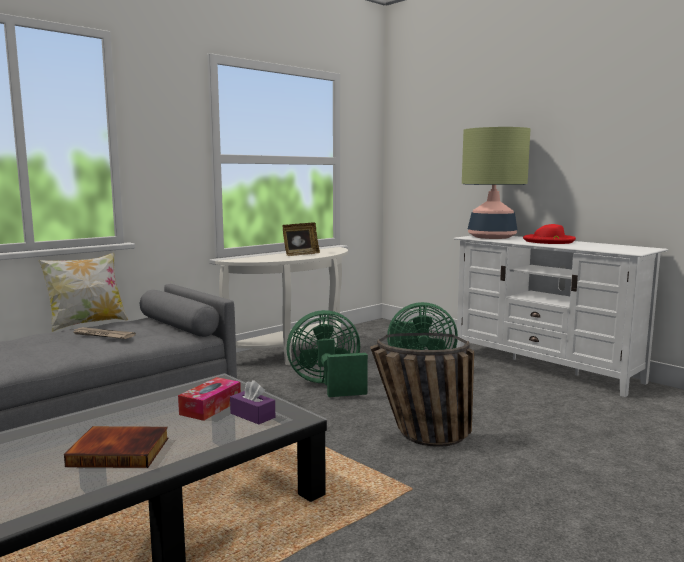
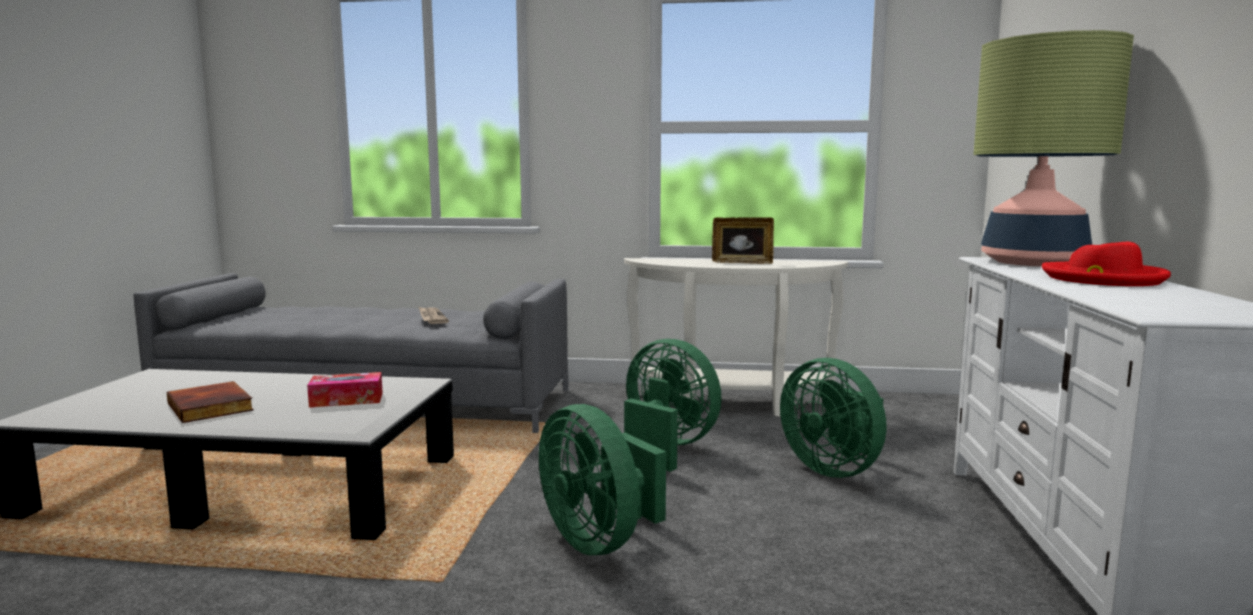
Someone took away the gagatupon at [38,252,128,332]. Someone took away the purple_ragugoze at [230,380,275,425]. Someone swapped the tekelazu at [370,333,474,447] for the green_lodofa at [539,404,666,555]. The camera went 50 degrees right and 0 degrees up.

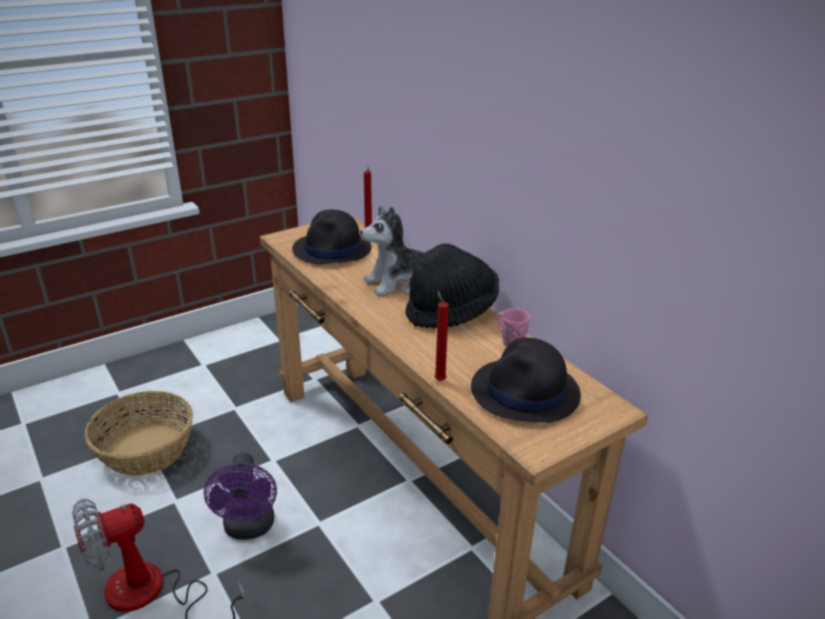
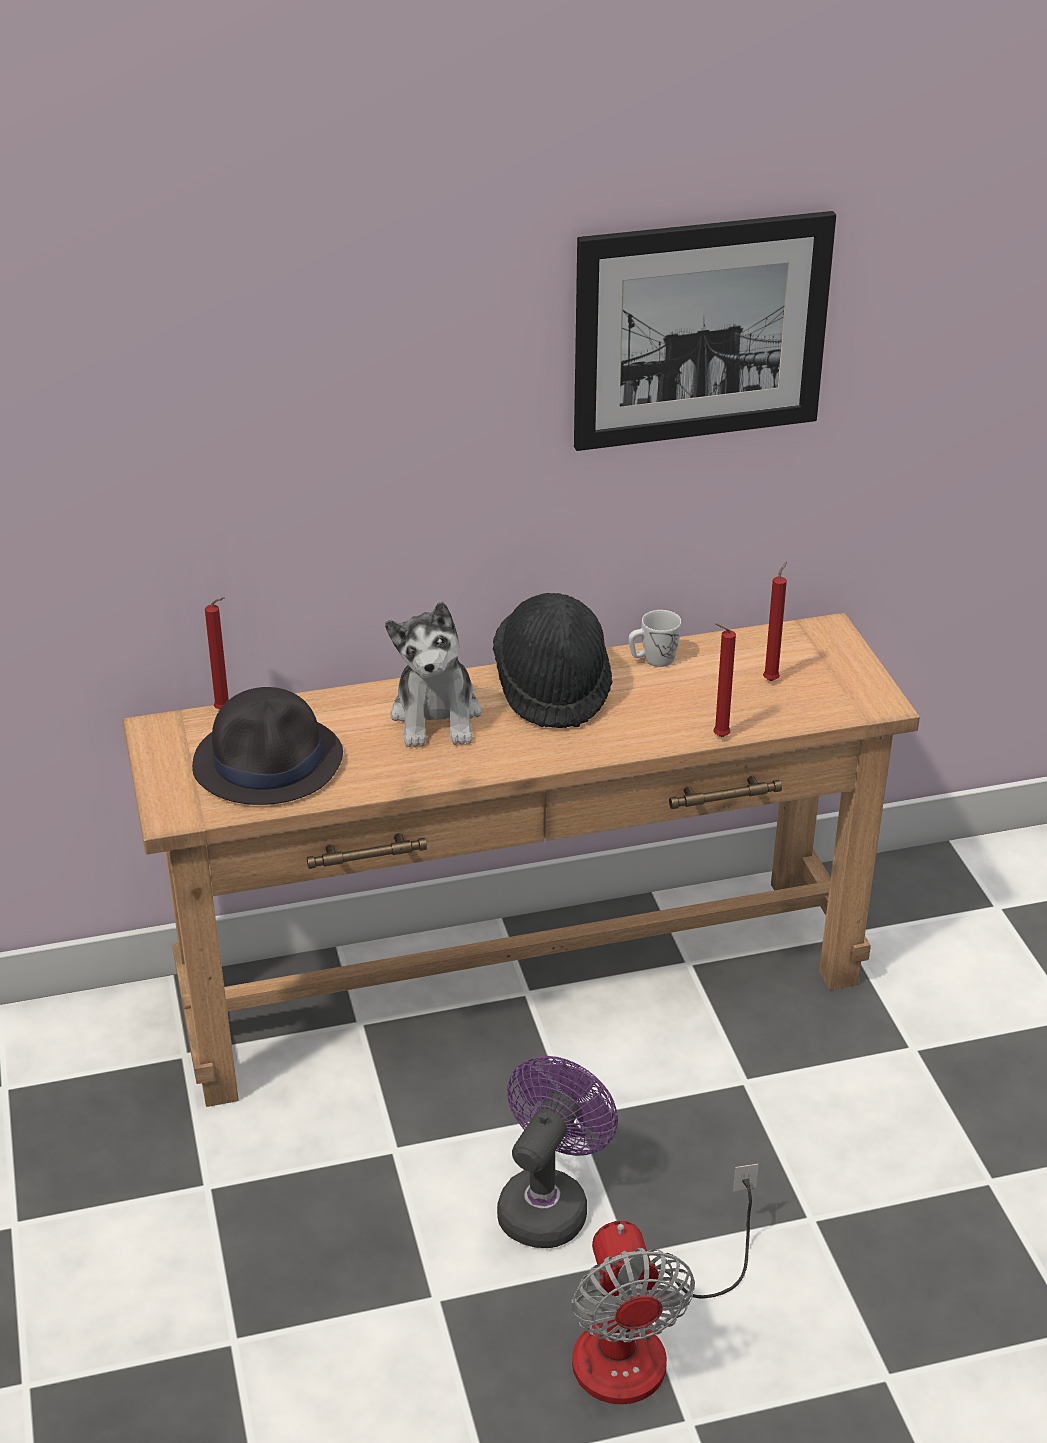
Someone took away the tekelazu at [85,391,193,476]. Someone put up the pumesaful at [574,211,836,451]. Someone swapped the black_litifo at [471,337,581,423] for the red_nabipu at [763,562,787,681]. Someone repainted the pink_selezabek at [498,308,530,347], which became the white_selezabek at [628,610,681,667]. Someone rotated the purple_lodofa at [204,453,277,540] by 75 degrees counterclockwise. The camera went 70 degrees left and 5 degrees up.

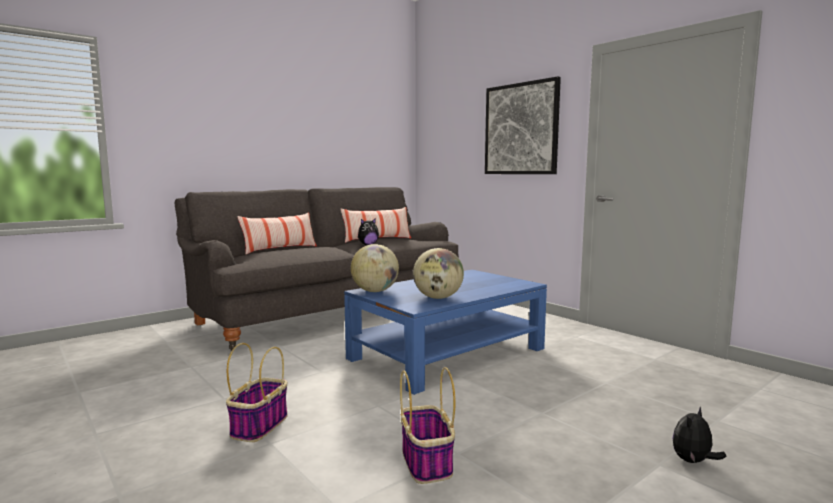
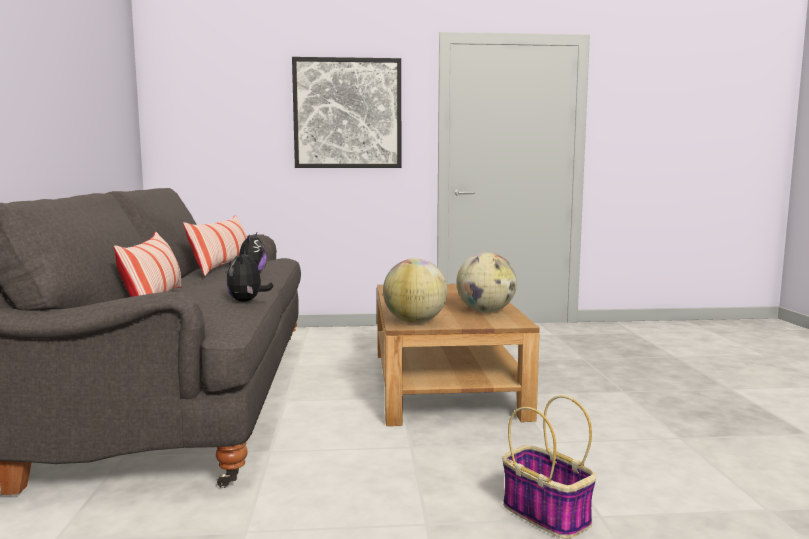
Someone took away the tekelazu at [400,367,455,484]. Someone carried the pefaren from [673,407,727,463] to [226,250,273,302]. Someone repainted the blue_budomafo at [344,270,547,395], which became the brown_budomafo at [377,284,540,426]. The camera went 55 degrees left and 0 degrees up.

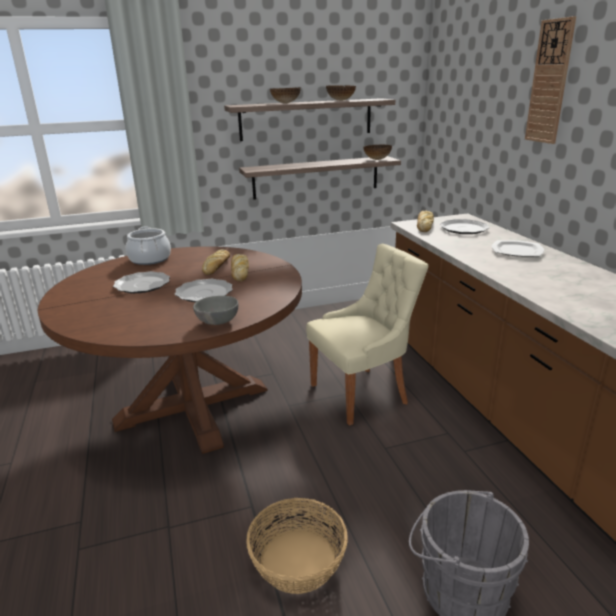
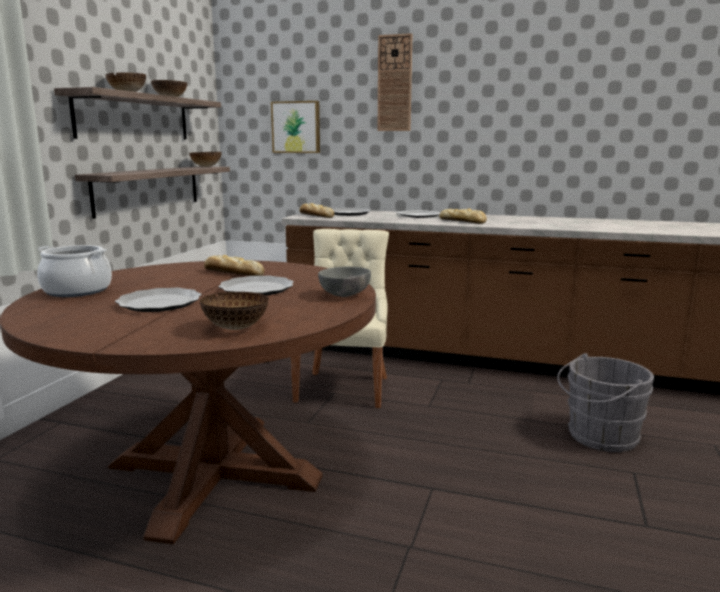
Someone took away the tekelazu at [246,498,348,594]. Someone put down the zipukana at [200,292,269,330]. Someone put up the pumesaful at [271,101,320,153]. Someone carried the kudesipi from [202,249,230,275] to [439,209,487,224]. The camera went 55 degrees left and 10 degrees down.

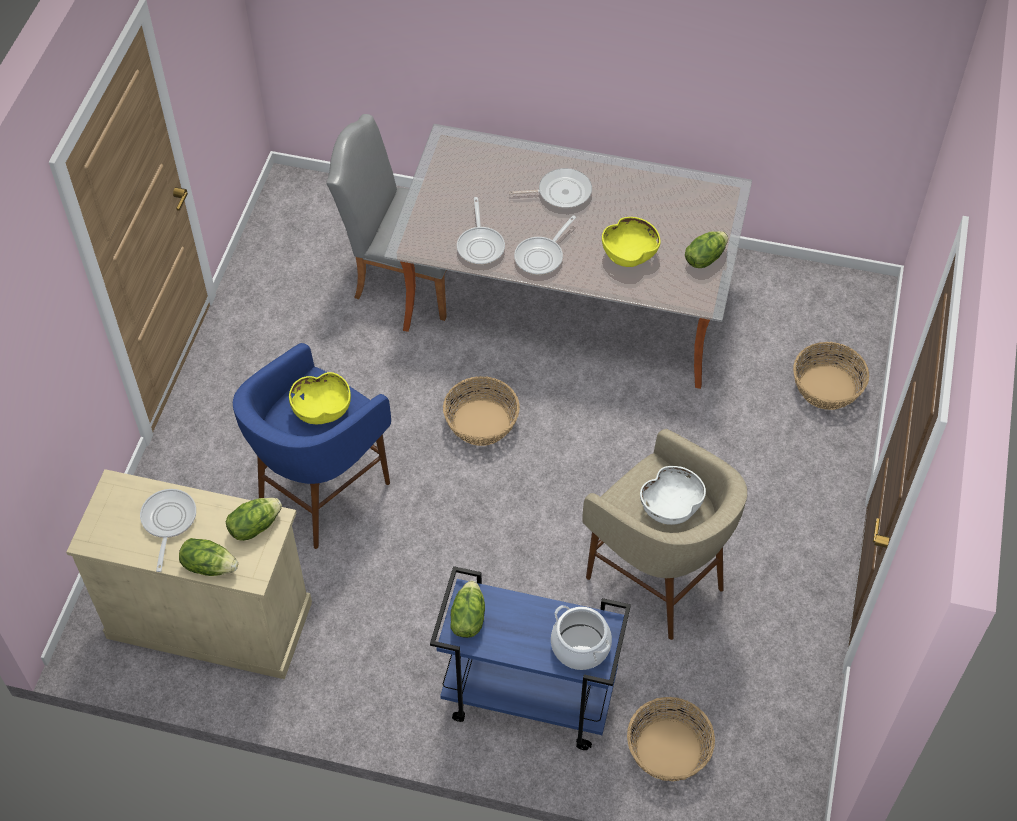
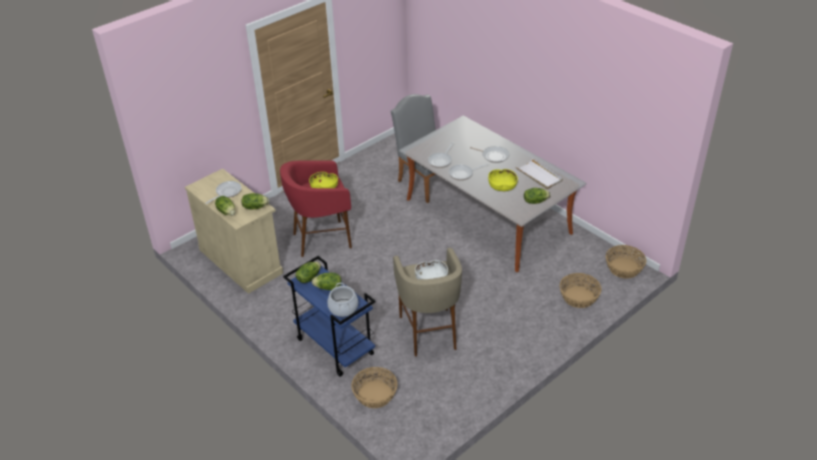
Someone put down the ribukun at [312,272,342,290]. Someone put down the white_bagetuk at [515,158,563,189]. Someone carried the tekelazu from [443,376,520,446] to [606,245,646,279]. Someone repainted the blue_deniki at [233,343,391,549], which became the red_deniki at [280,160,352,257]. The camera went 35 degrees right and 15 degrees down.

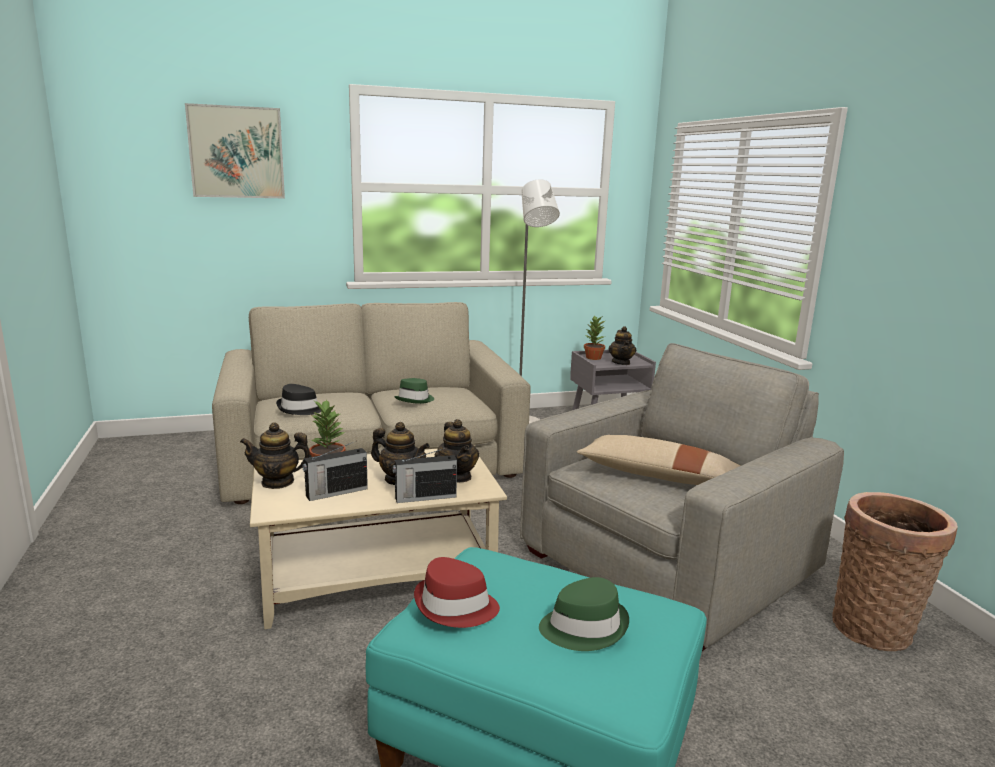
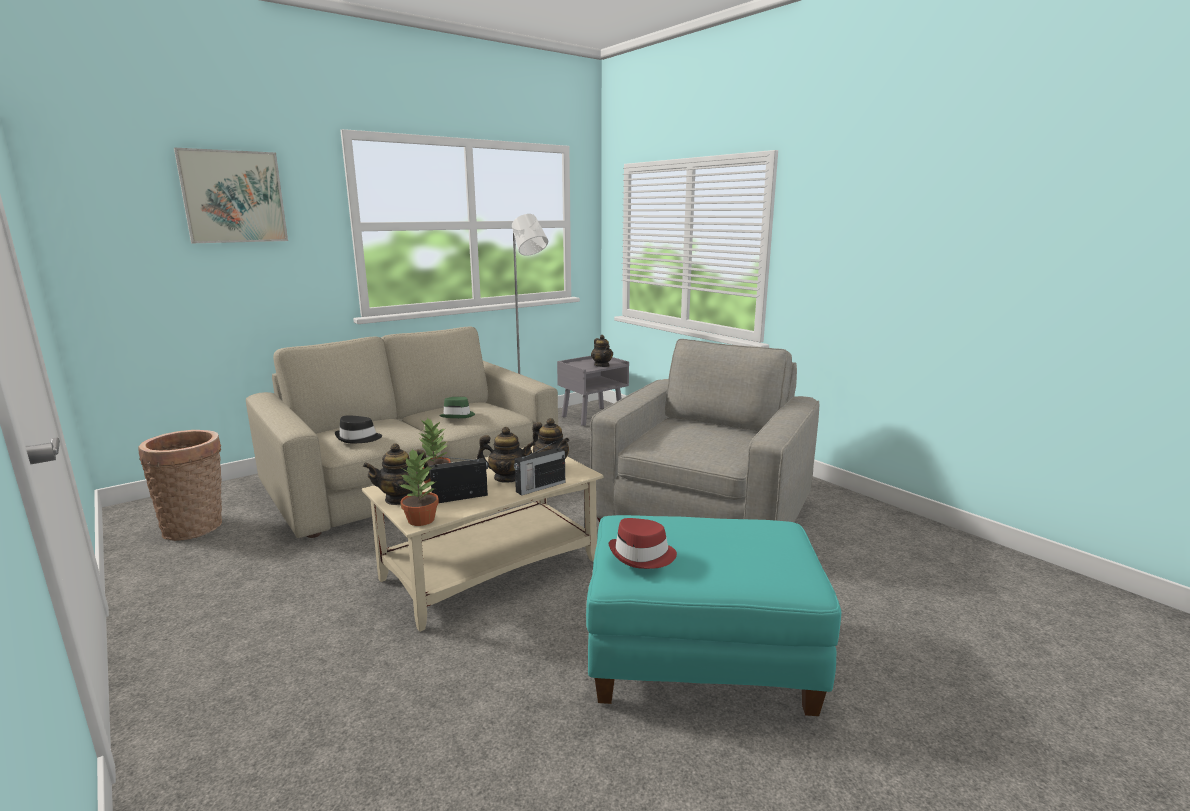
Someone took away the green_litifo at [539,577,629,651]. Someone took away the beige_gagatupon at [577,435,741,485]. Someone carried the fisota from [584,315,605,360] to [400,449,439,526]. Someone carried the tekelazu from [832,492,958,651] to [139,430,222,541]. Someone rotated the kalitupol at [302,442,368,501] by 150 degrees counterclockwise. The camera went 20 degrees left and 0 degrees up.

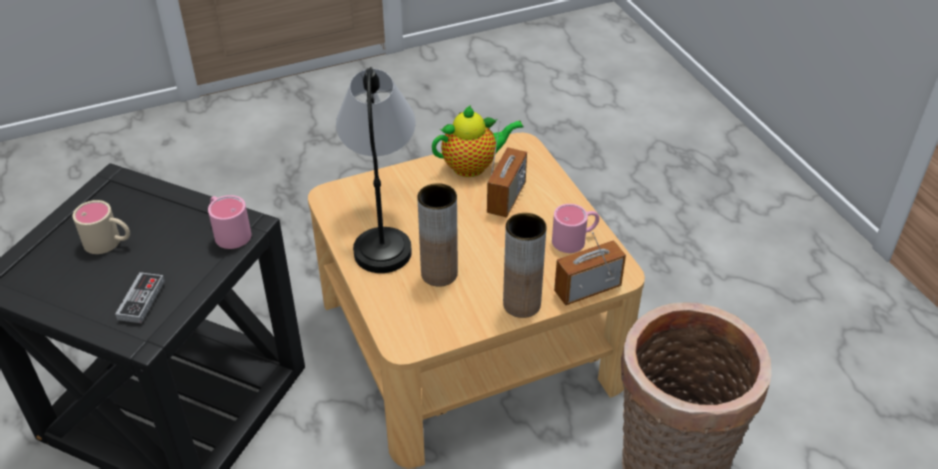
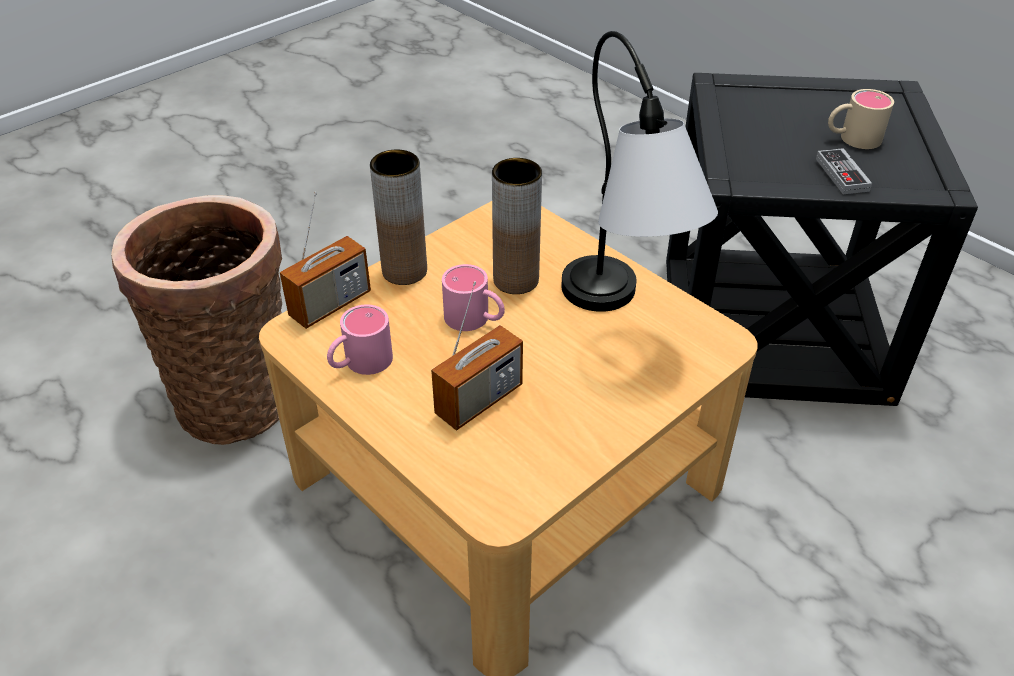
Someone took away the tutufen at [432,105,524,177]. Someone carried the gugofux from [115,272,165,323] to [816,148,872,194]. Someone carried the pink_selezabek from [208,195,251,249] to [442,264,505,331]. Someone rotated the kalitupol at [487,120,527,218] by 135 degrees counterclockwise. The camera went 160 degrees right and 0 degrees up.

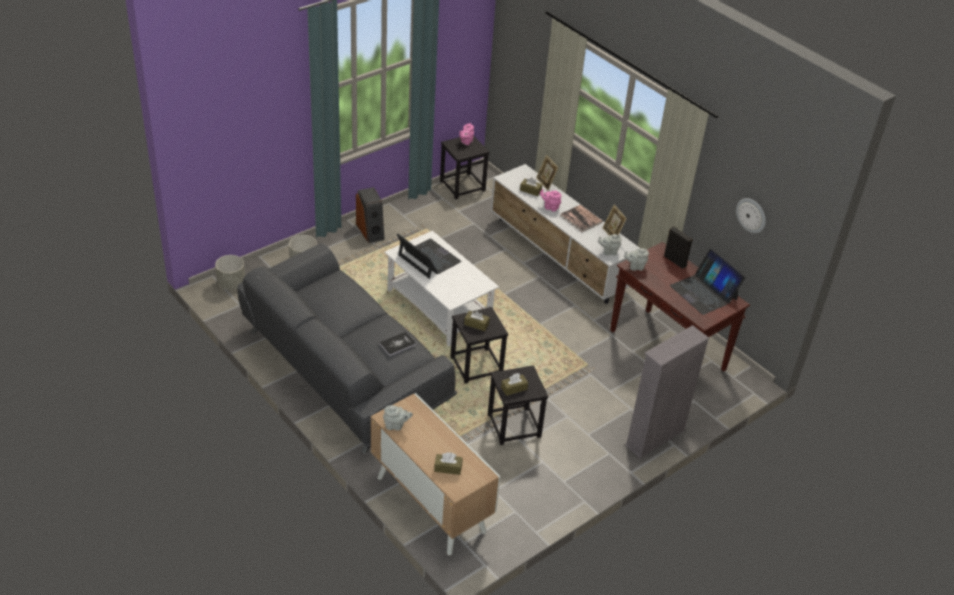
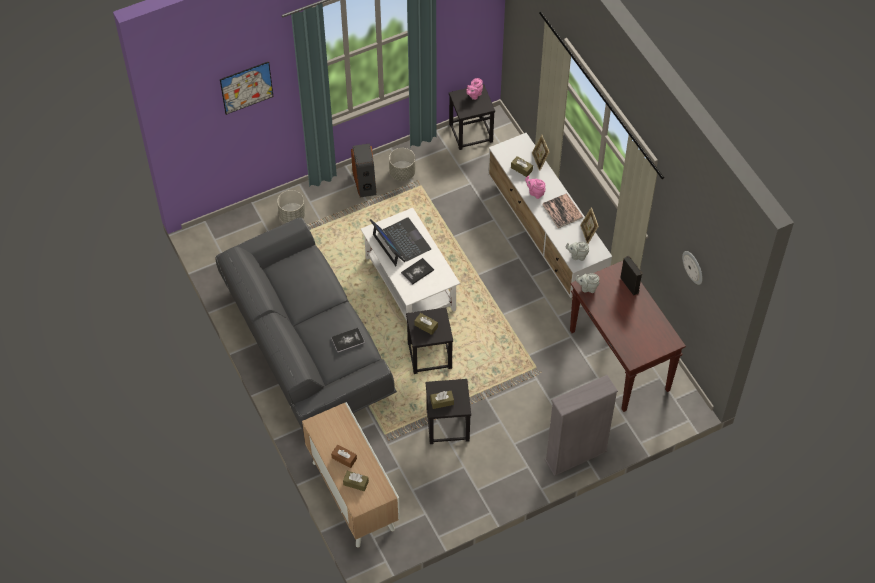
Someone took away the grey_tutufen at [383,405,413,430]. Someone took away the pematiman at [670,249,745,315]. Someone put up the pumesaful at [220,61,274,115]. Someone put down the brown_ragugoze at [331,445,357,468]. Someone put down the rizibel at [401,258,434,285]. Someone carried the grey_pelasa from [215,255,245,290] to [389,148,415,181]. The camera went 15 degrees right and 15 degrees up.

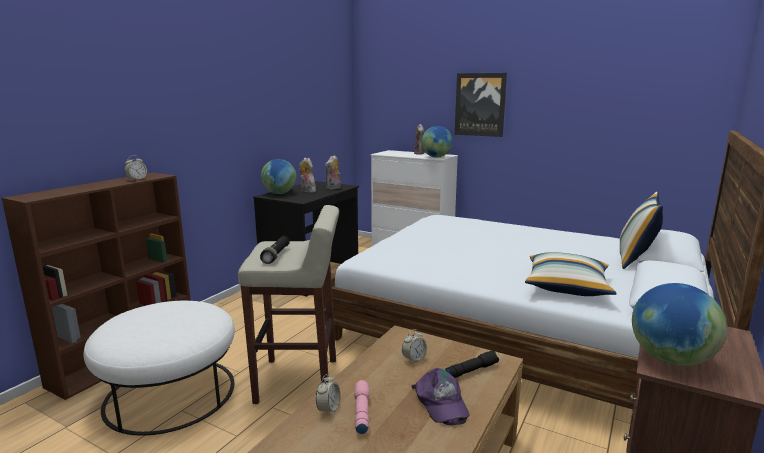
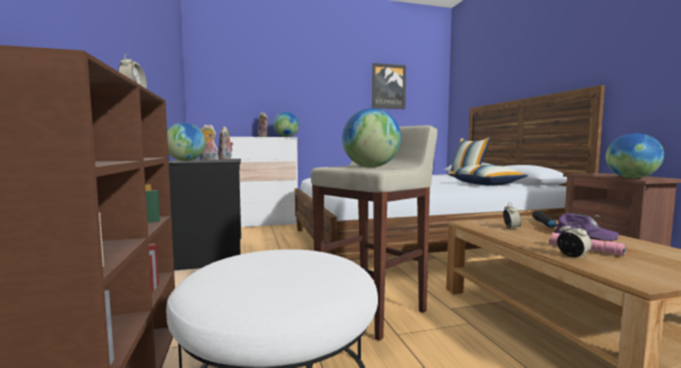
Someone carried the pumesaful from [455,73,507,137] to [372,63,406,109]. Someone swapped the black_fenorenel at [260,236,290,264] for the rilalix at [342,108,401,168]. The camera went 45 degrees left and 10 degrees down.

